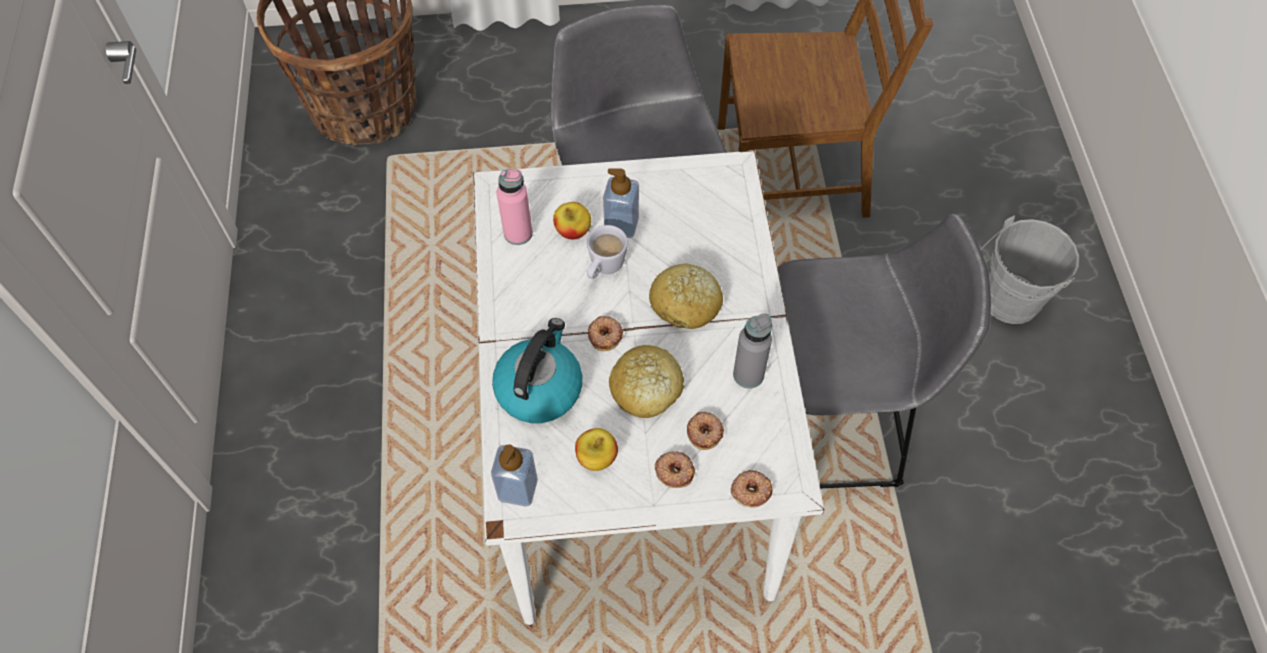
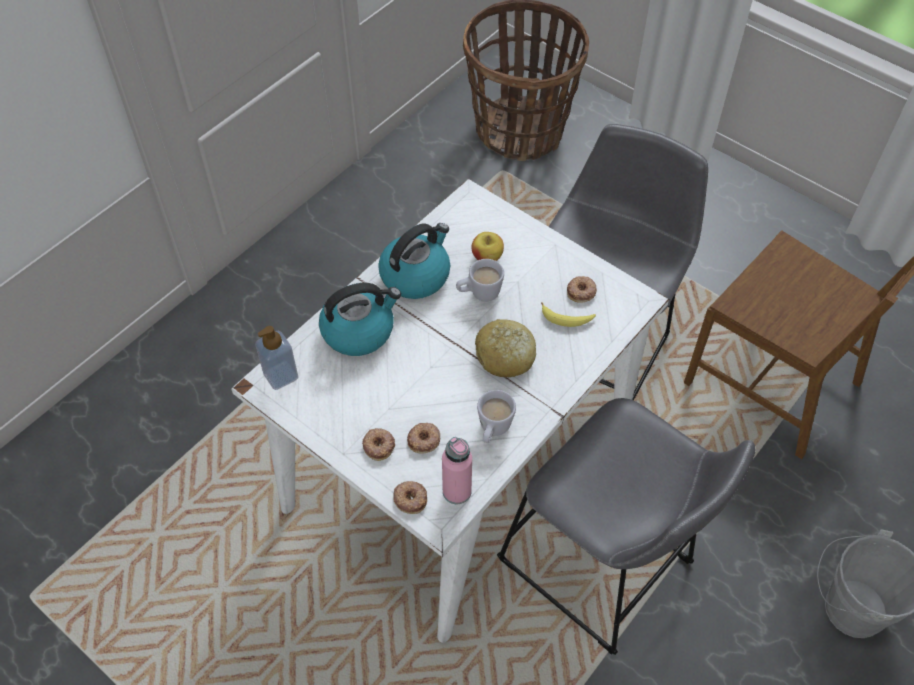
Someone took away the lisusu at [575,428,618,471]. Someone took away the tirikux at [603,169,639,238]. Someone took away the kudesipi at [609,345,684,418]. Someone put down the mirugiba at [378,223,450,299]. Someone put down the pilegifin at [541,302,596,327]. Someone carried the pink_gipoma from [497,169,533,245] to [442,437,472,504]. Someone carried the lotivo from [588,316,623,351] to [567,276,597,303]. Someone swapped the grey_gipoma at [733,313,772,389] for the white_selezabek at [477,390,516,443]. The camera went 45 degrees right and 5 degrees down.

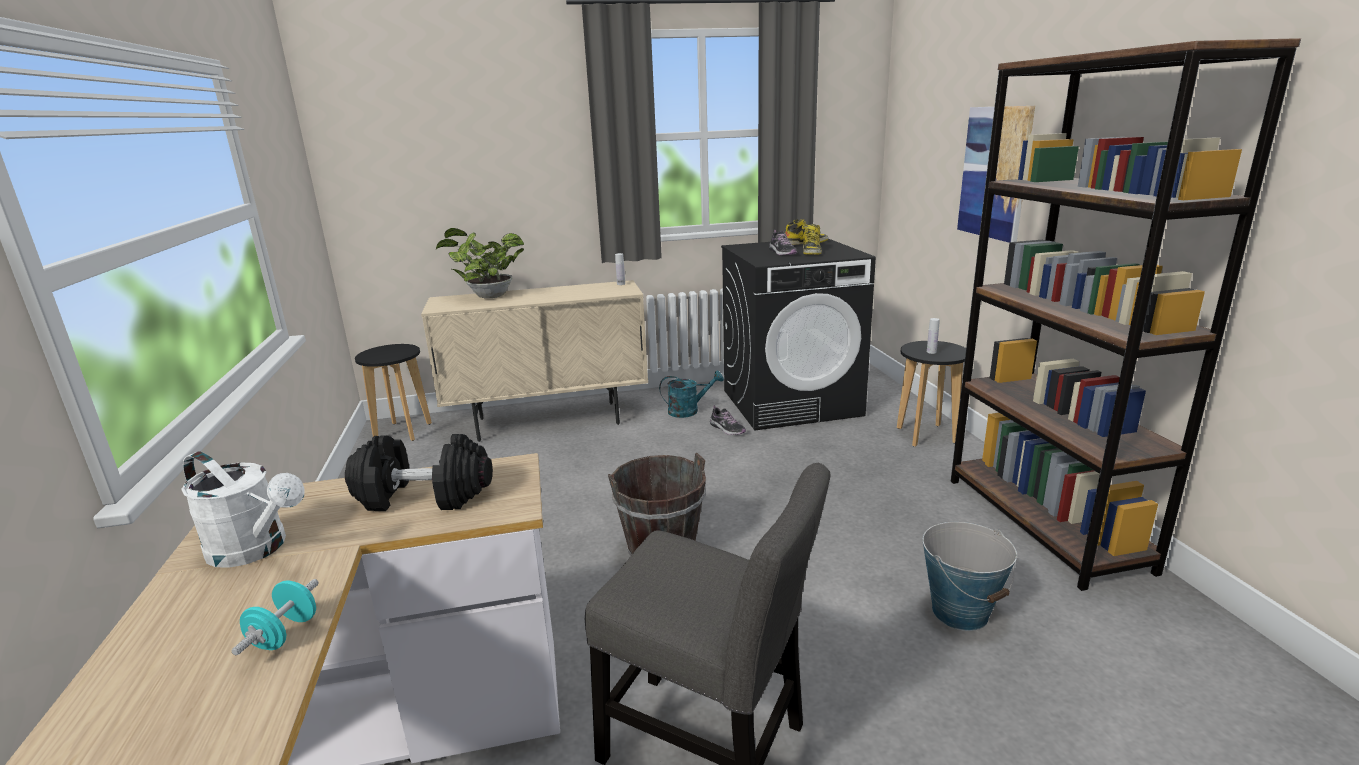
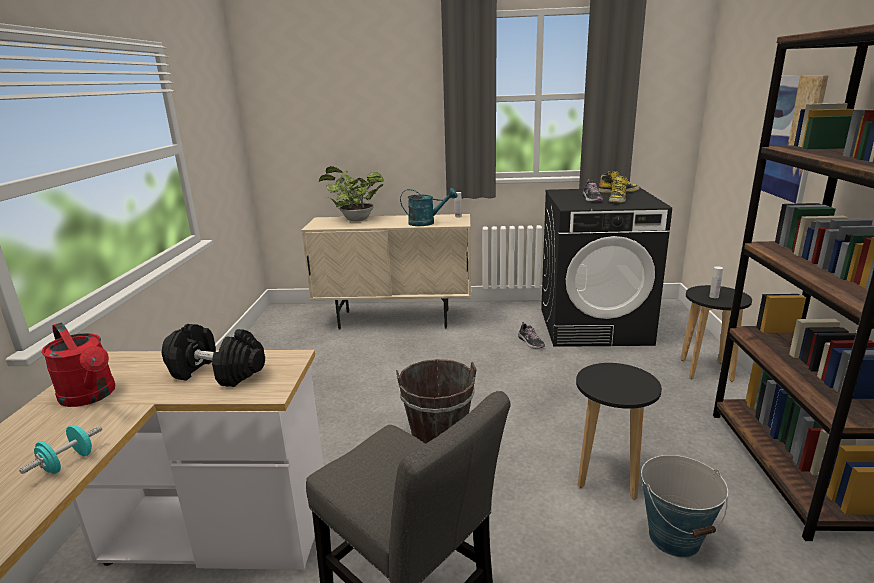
Someone carried the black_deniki from [355,344,432,441] to [576,363,662,500]. Someone carried the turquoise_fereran from [659,370,724,418] to [400,188,457,226]. Someone repainted the white_fereran at [182,452,304,568], which became the red_fereran at [41,323,115,407]. The camera went 15 degrees right and 0 degrees up.

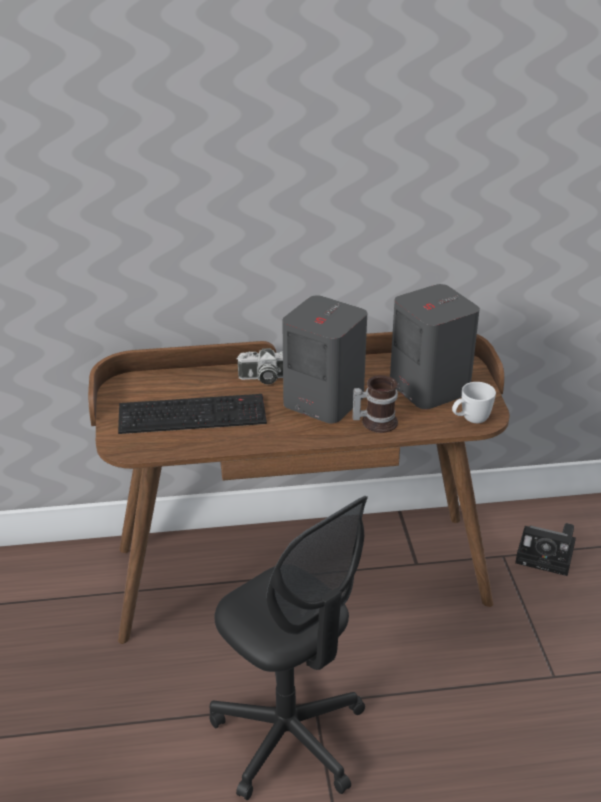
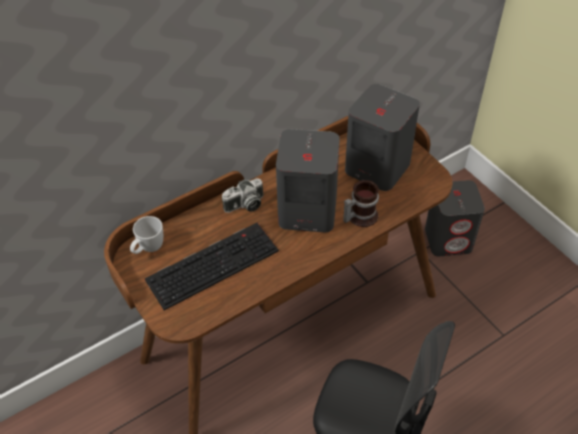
Someone carried the white_selezabek from [452,382,496,423] to [130,216,163,254]. Someone swapped the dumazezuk at [515,523,576,576] for the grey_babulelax at [425,180,485,256]. The camera went 25 degrees left and 15 degrees up.

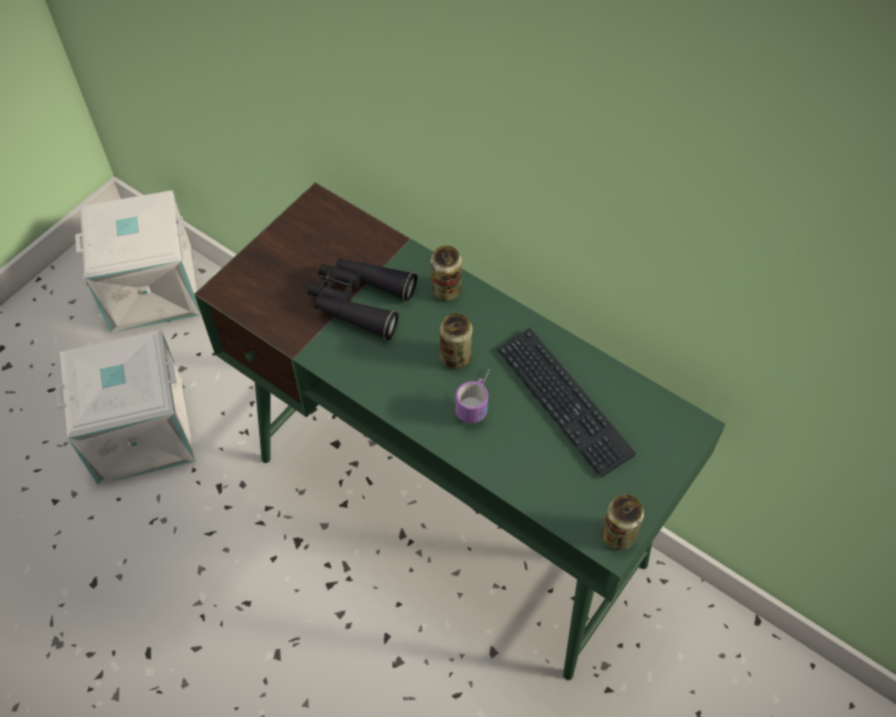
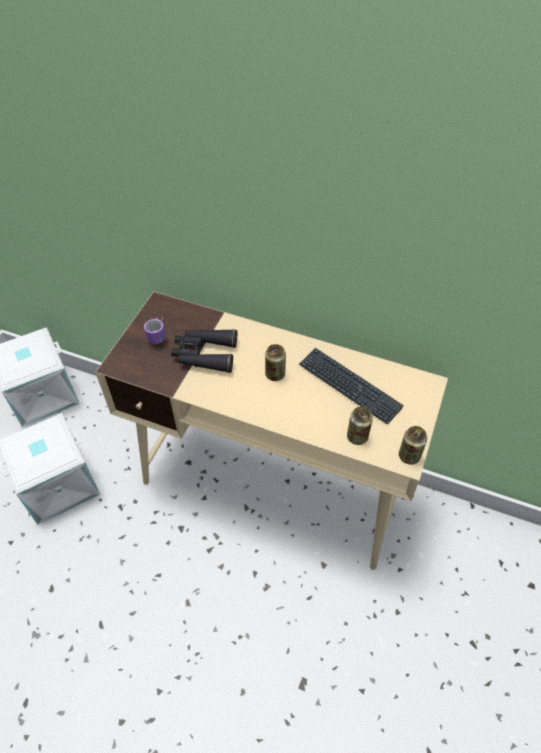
Someone carried the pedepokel from [431,245,462,301] to [347,407,373,445]. Someone carried the selezabek from [455,370,489,423] to [144,317,165,344]. Someone repainted the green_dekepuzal at [194,182,726,680], which became the beige_dekepuzal at [95,291,448,570]. The camera went 15 degrees left and 5 degrees down.

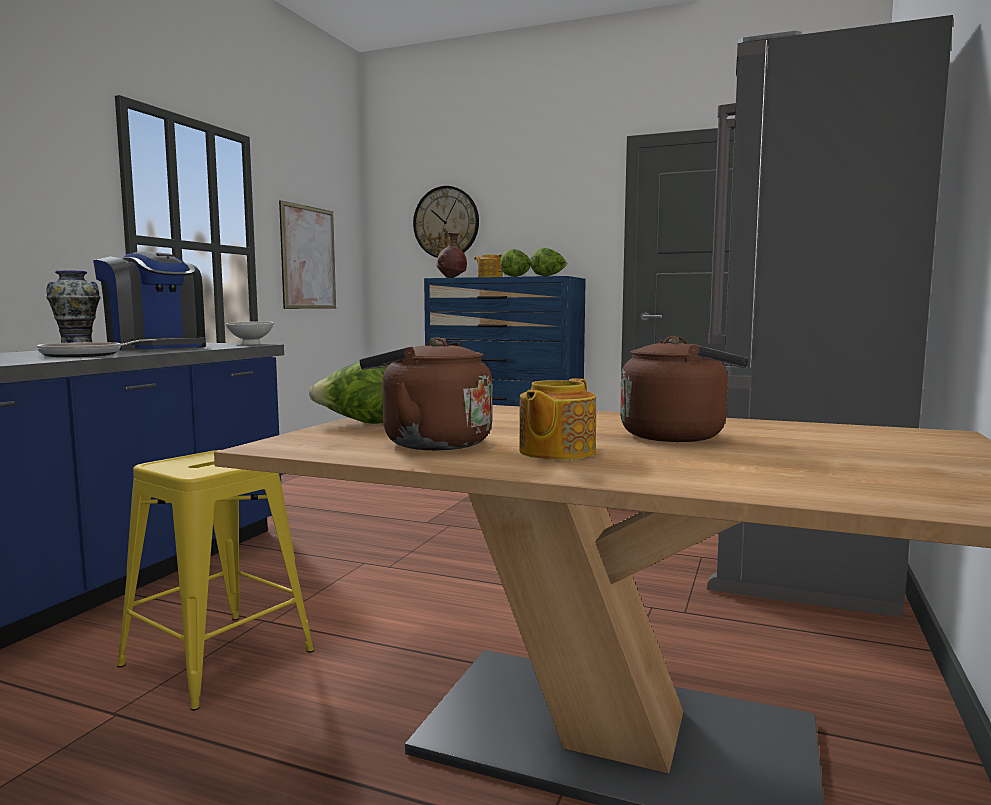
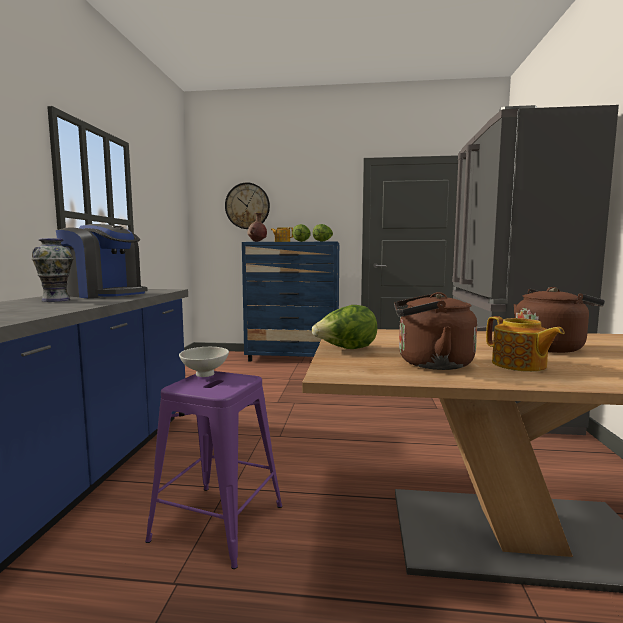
Someone took away the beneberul at [37,339,156,357]. Someone took away the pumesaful at [279,200,336,309]. Someone carried the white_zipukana from [226,321,274,345] to [179,347,229,377]. Someone repainted the yellow_deniki at [117,450,314,710], which became the purple_deniki at [145,371,282,569]. Someone rotated the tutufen at [519,378,596,460] by 45 degrees counterclockwise. The camera went 15 degrees left and 0 degrees up.

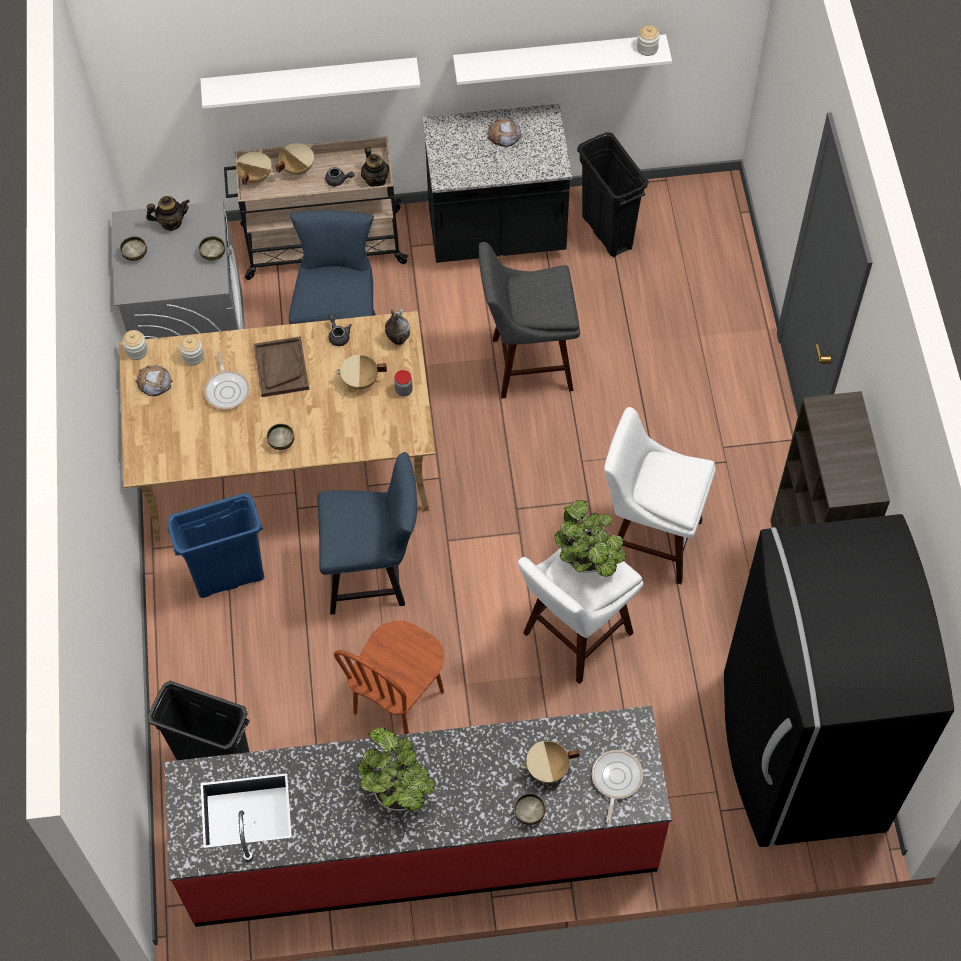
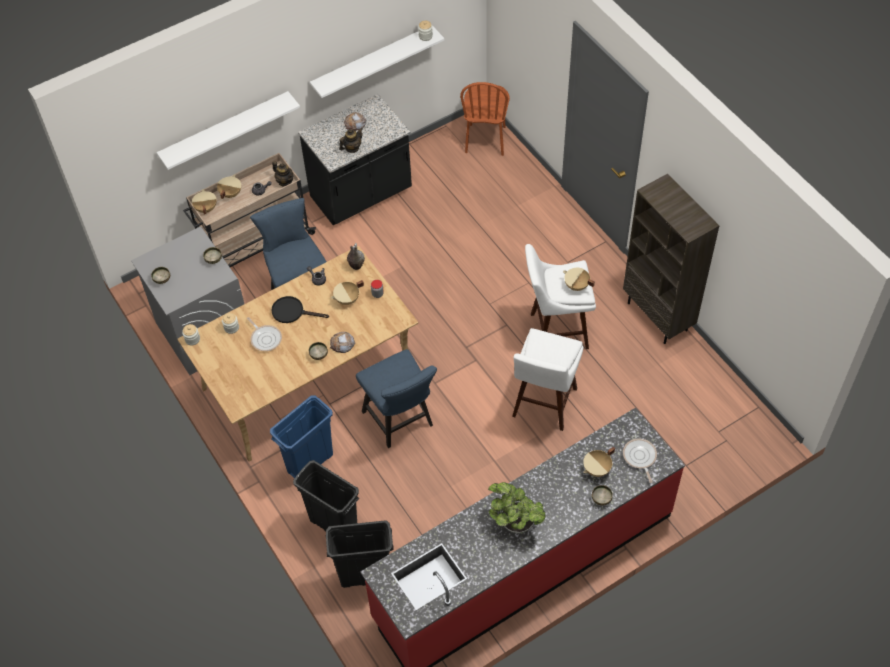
Someone took away the grey_deniki at [479,242,580,399]. Someone took away the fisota at [554,500,626,577]. Someone took away the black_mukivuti at [724,514,954,847]. Someone put down the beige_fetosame at [563,268,595,291]. Someone carried the kudesipi from [135,365,173,396] to [330,332,355,353]. Someone carried the tutufen from [146,196,190,231] to [339,128,363,153]. Someone carried the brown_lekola from [334,620,444,734] to [460,82,510,156]. Someone carried the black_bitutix from [577,132,649,257] to [293,460,359,531]. Someone swapped the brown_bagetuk at [254,336,310,397] for the black_beneberul at [271,296,329,323]. Someone rotated the blue_lekola at [317,452,417,614] by 90 degrees clockwise. The camera went 25 degrees left and 5 degrees down.

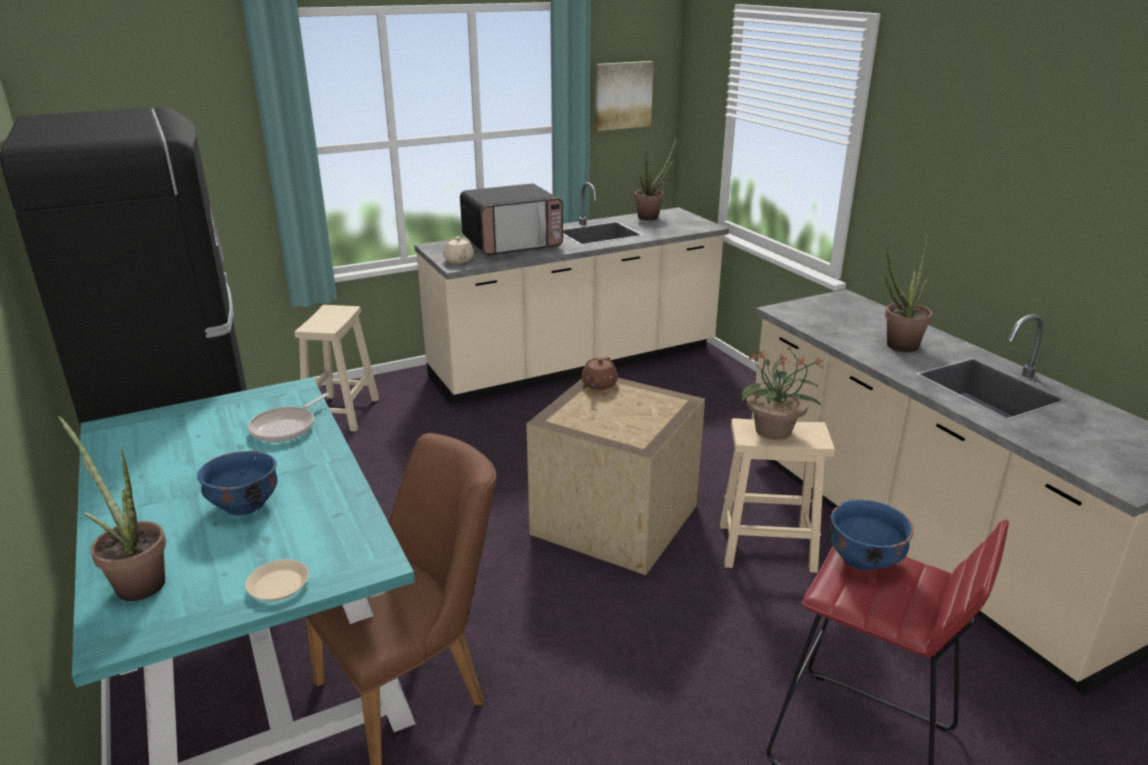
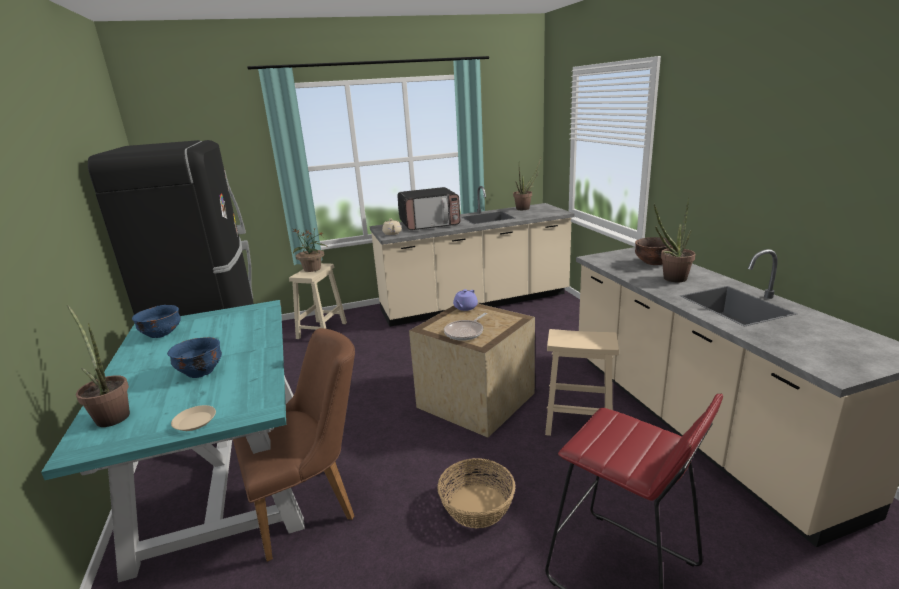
Someone took away the pumesaful at [595,61,654,131]. Someone put down the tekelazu at [437,458,515,529]. Someone put down the brown_zipukana at [635,237,673,265]. Someone carried the beneberul from [248,393,329,442] to [444,313,487,341]. Someone carried the fisota from [741,345,825,440] to [293,228,326,272]. Someone carried the blue_zipukana from [829,500,914,571] to [132,305,181,338]. Someone repainted the brown_tutufen at [581,357,618,390], which became the purple_tutufen at [453,289,478,311]. The camera went 10 degrees right and 5 degrees down.

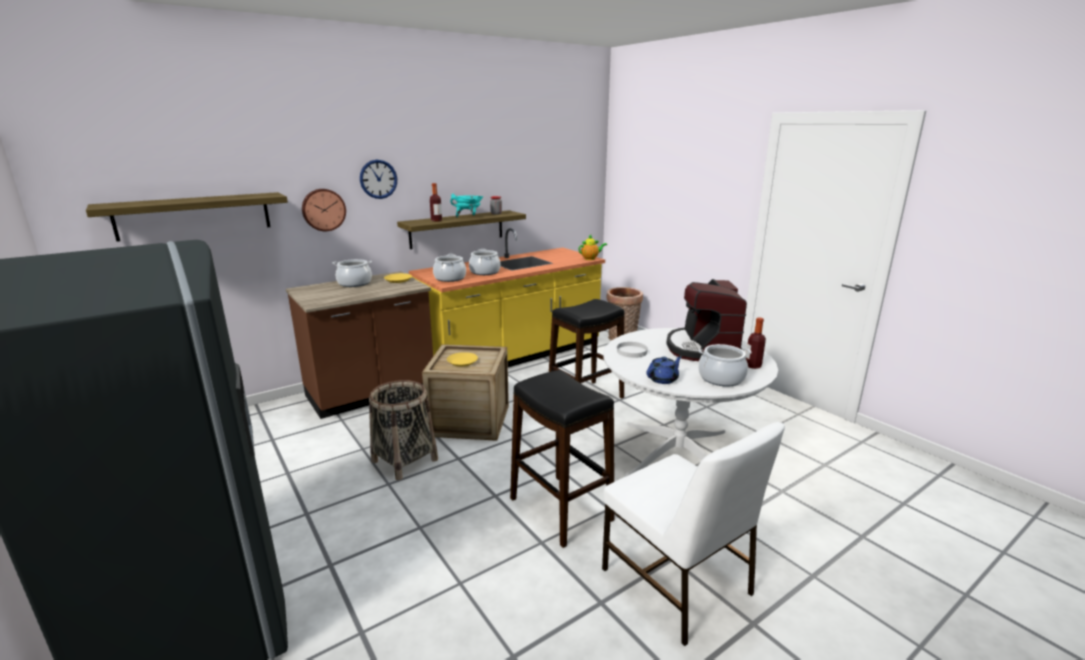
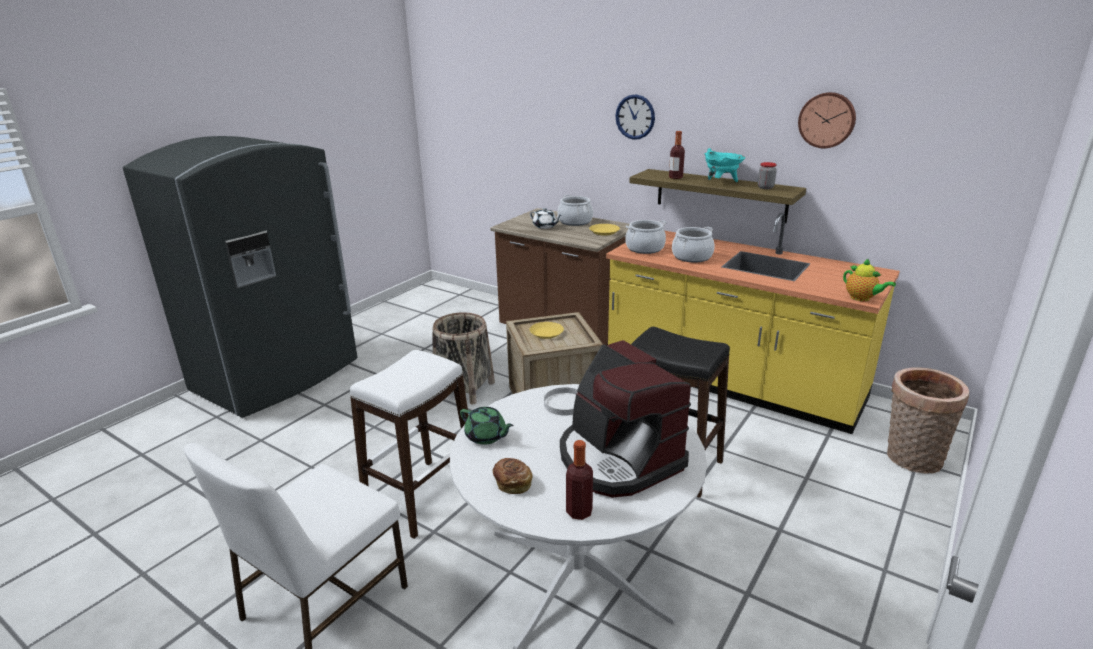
Someone took away the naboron at [86,192,288,242]. Someone put down the white_tutufen at [530,208,561,229]. Someone carried the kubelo from [302,189,346,231] to [798,92,856,148]. Someone swapped the fetosame at [698,344,751,387] for the kudesipi at [493,458,533,494]. Someone repainted the black_deniki at [510,370,614,548], which became the white_deniki at [349,350,469,539]. Someone repainted the blue_tutufen at [646,356,682,384], which became the green_tutufen at [460,407,514,445]. Someone rotated the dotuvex at [666,279,747,361] by 105 degrees counterclockwise. The camera went 70 degrees right and 5 degrees up.

